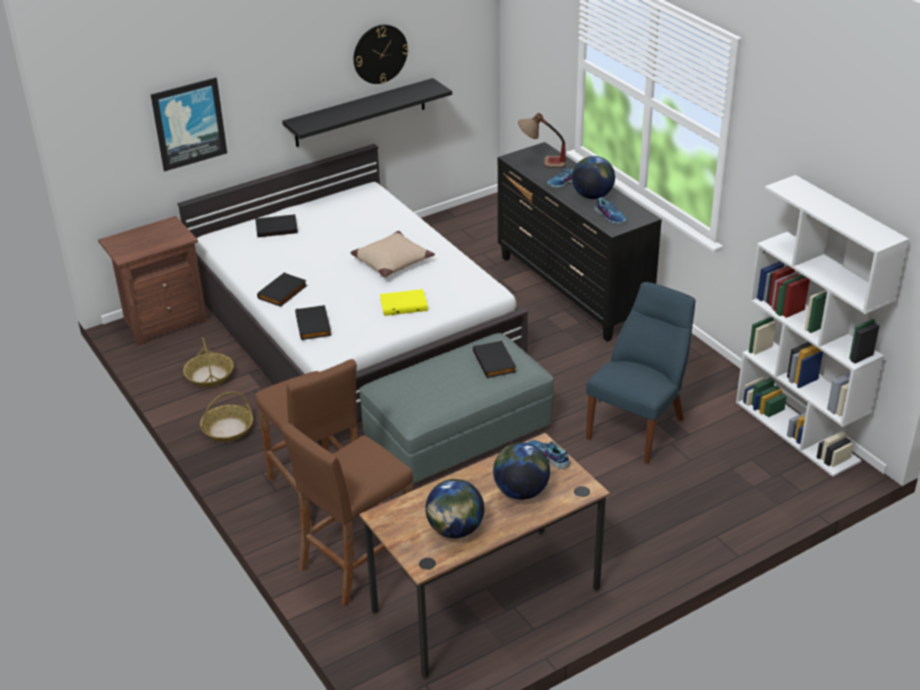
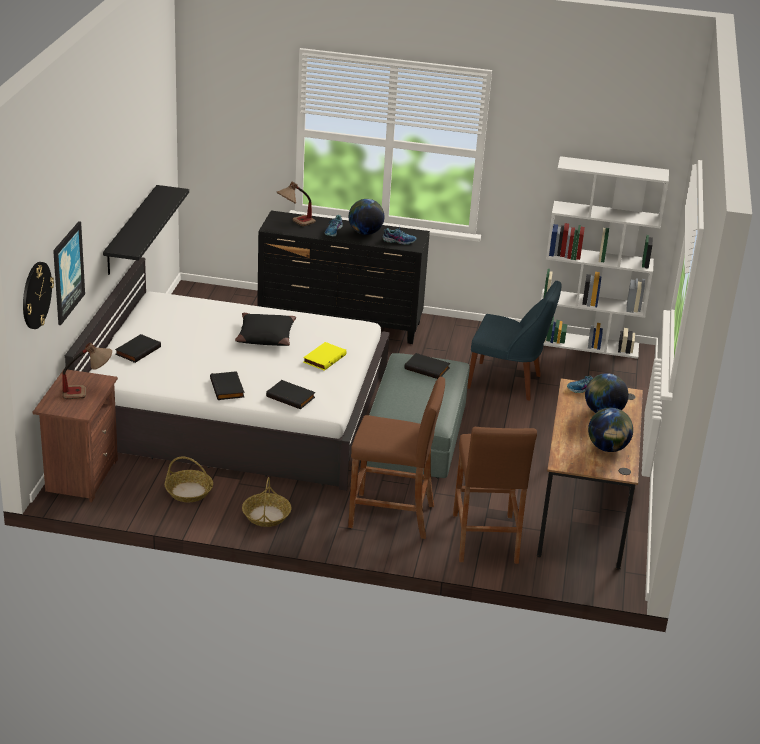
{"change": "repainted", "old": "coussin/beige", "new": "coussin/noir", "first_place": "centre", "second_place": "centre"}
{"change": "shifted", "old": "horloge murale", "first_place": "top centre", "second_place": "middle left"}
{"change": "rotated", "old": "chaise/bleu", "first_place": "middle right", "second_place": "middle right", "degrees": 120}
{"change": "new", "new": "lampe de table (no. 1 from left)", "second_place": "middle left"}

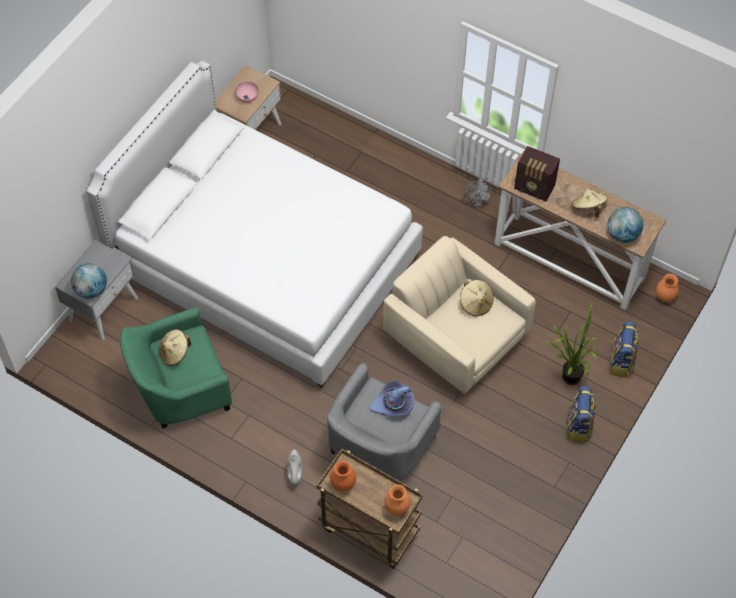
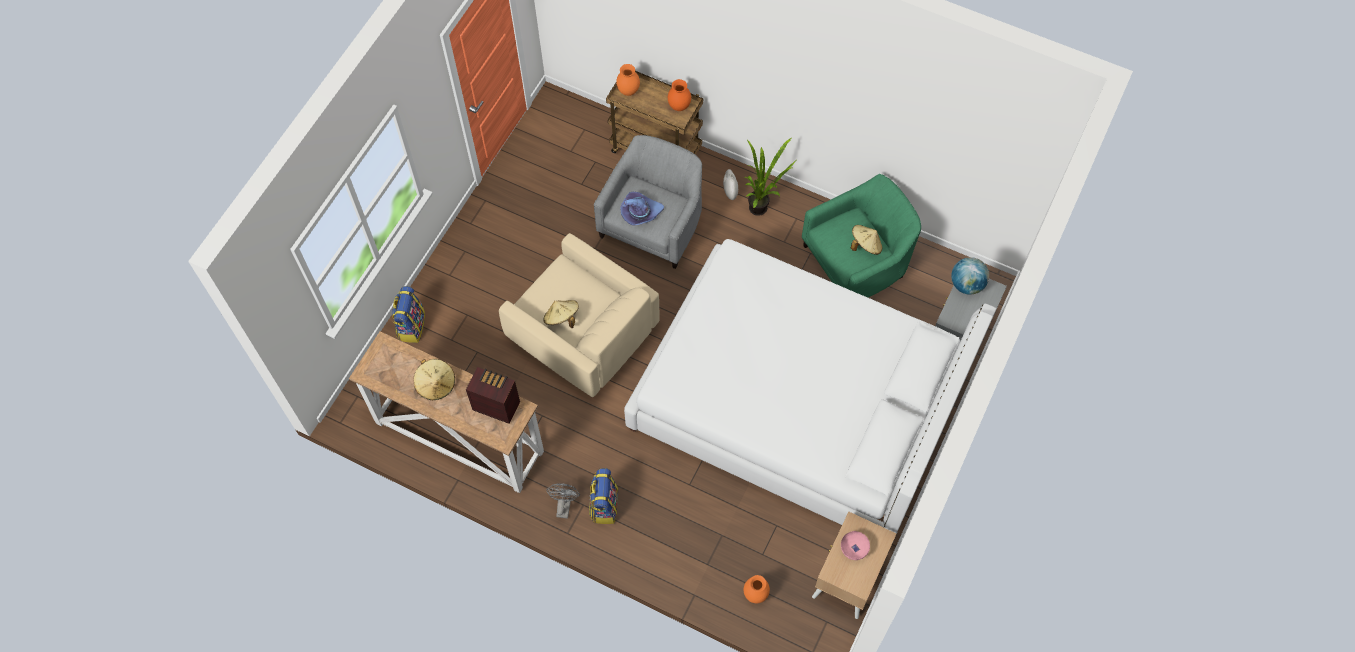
{"change": "shifted", "old": "plante en pot", "first_place": "middle right", "second_place": "top centre"}
{"change": "shifted", "old": "sac à dos (no. 1 from left in the first image)", "new": "sac à dos (no. 2 from left)", "first_place": "bottom right", "second_place": "bottom centre"}
{"change": "gone", "old": "globe (no. 2 from left)", "first_place": "middle right"}
{"change": "shifted", "old": "vase/orange (no. 3 from left)", "first_place": "middle right", "second_place": "bottom centre"}

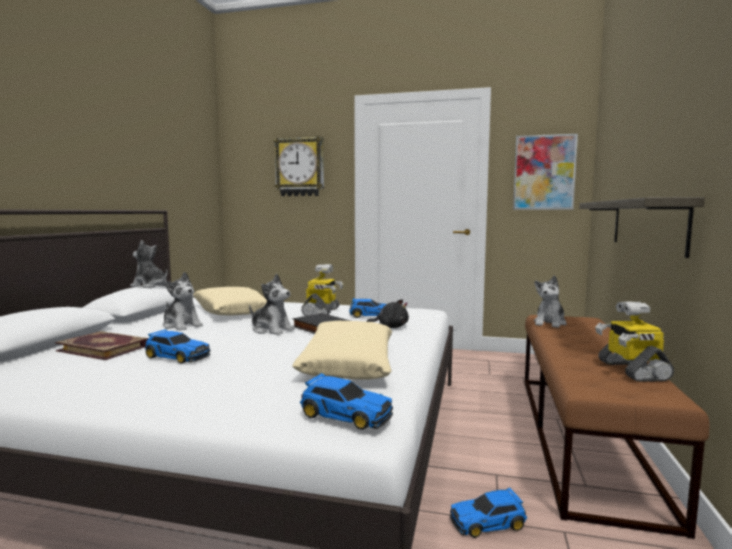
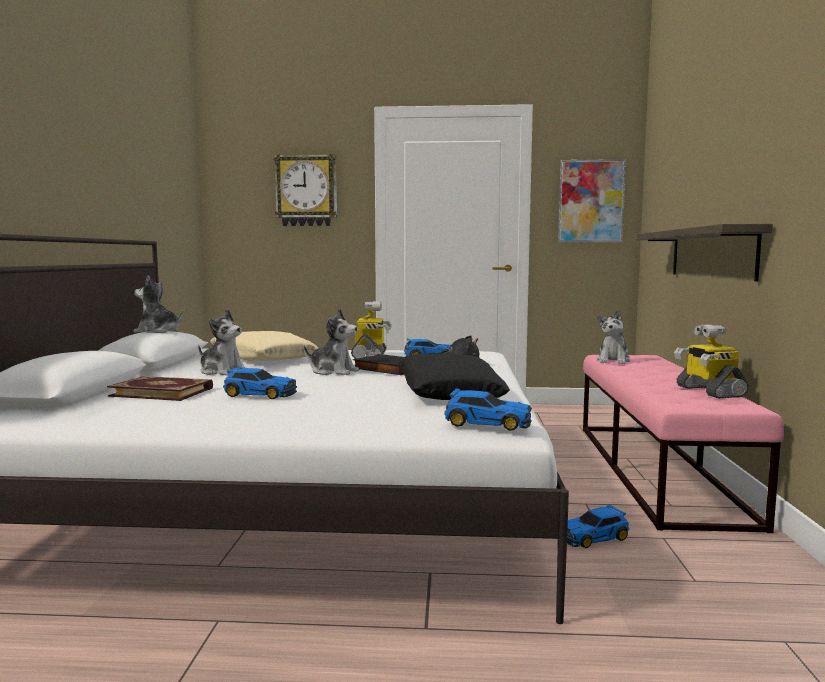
{"change": "repainted", "old": "coussin/beige (no. 2 from left)", "new": "coussin/noir", "first_place": "centre", "second_place": "centre"}
{"change": "repainted", "old": "banc/marron", "new": "banc/rose", "first_place": "bottom right", "second_place": "middle right"}

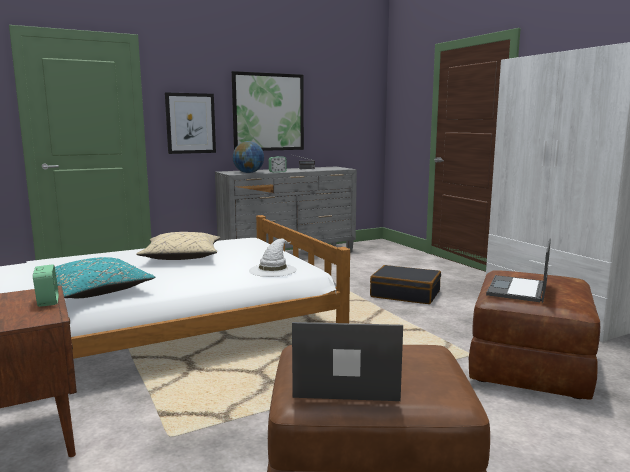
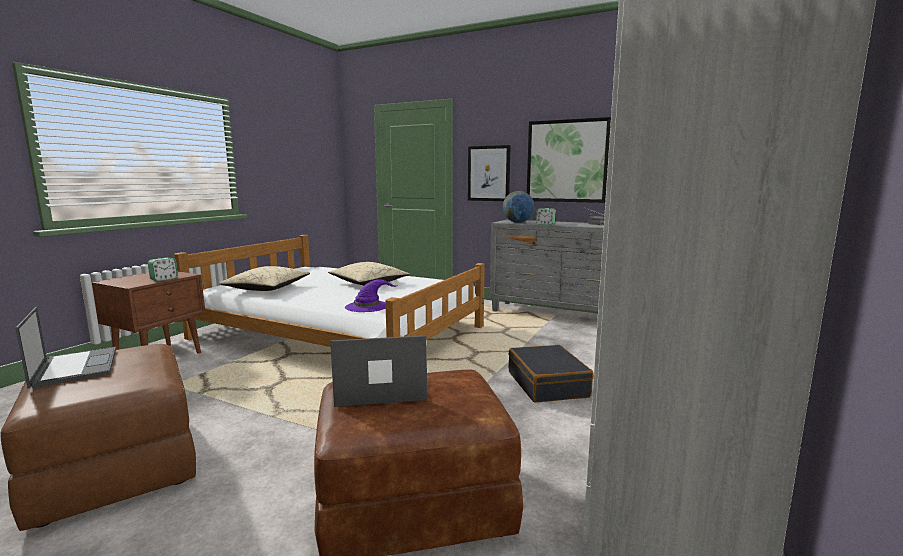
{"change": "repainted", "old": "coussin/turquoise", "new": "coussin/beige (no. 1 from left)", "first_place": "middle left", "second_place": "middle left"}
{"change": "repainted", "old": "chapeau/blanc", "new": "chapeau/violet", "first_place": "centre", "second_place": "centre"}

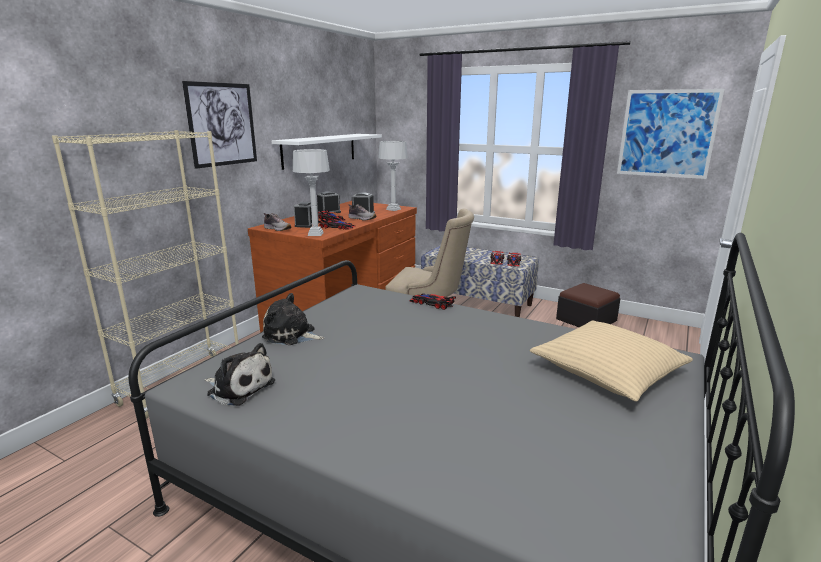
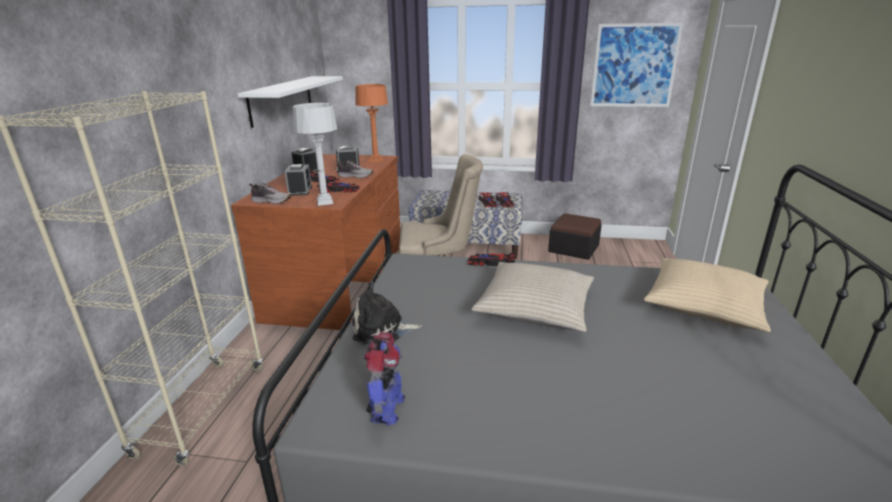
{"change": "gone", "old": "tableau (no. 1 from left)", "first_place": "top left"}
{"change": "swapped", "old": "peluche (no. 1 from left)", "new": "robot jouet", "first_place": "middle left", "second_place": "bottom centre"}
{"change": "repainted", "old": "lampe de table/gris (no. 2 from left)", "new": "lampe de table/orange", "first_place": "top centre", "second_place": "top centre"}
{"change": "new", "new": "coussin/beige (no. 1 from left)", "second_place": "centre"}

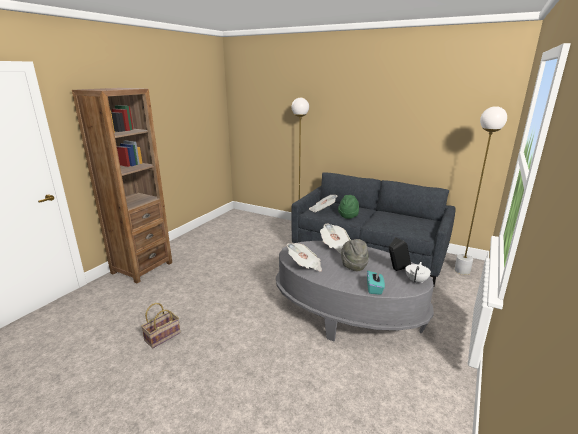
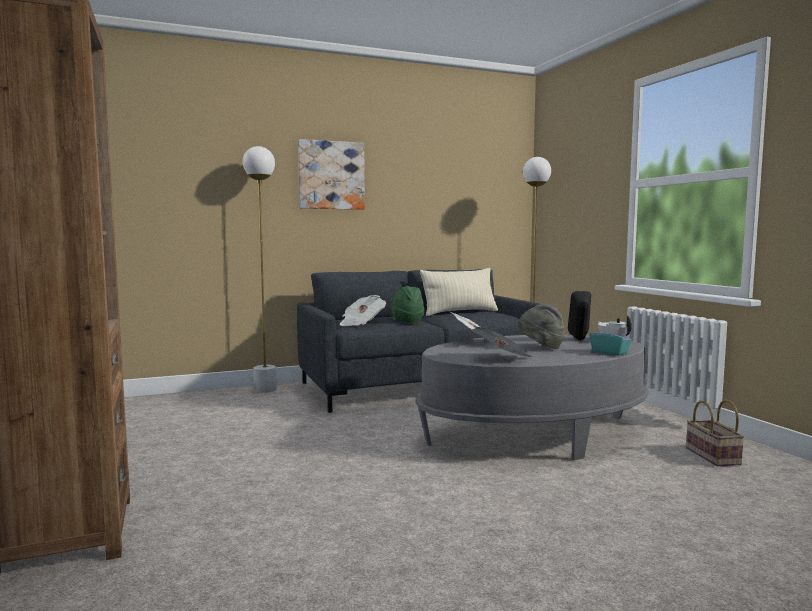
{"change": "shifted", "old": "panier", "first_place": "bottom left", "second_place": "bottom right"}
{"change": "new", "new": "tableau", "second_place": "top centre"}
{"change": "new", "new": "coussin/beige", "second_place": "centre"}

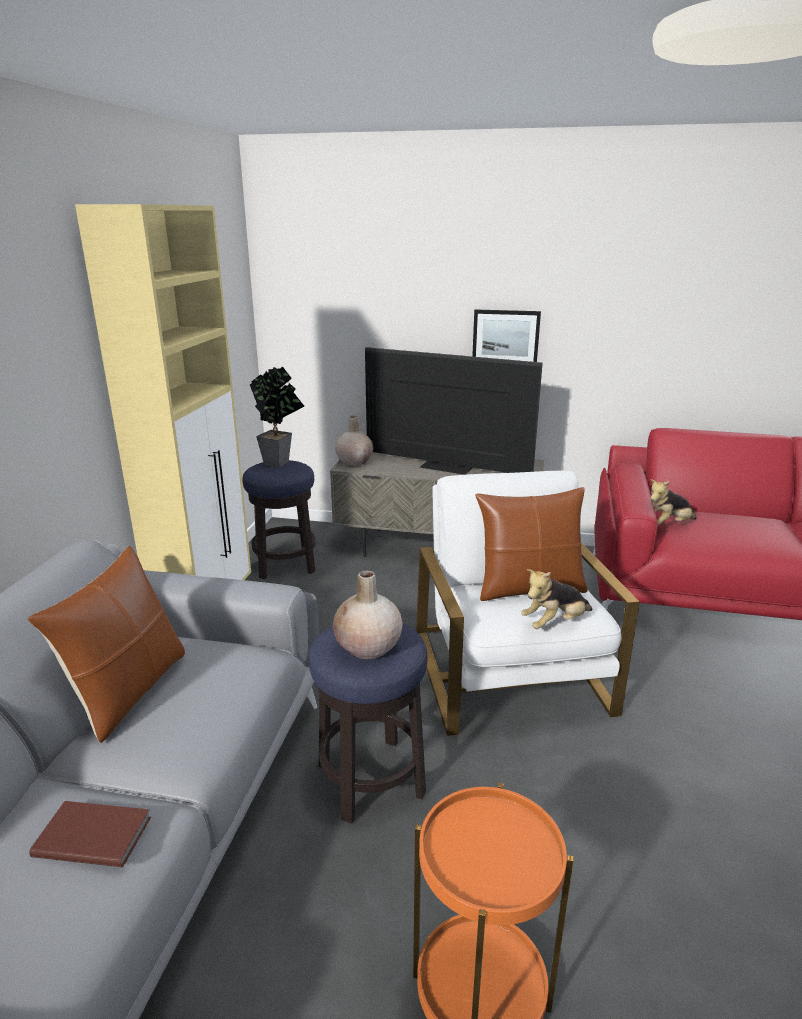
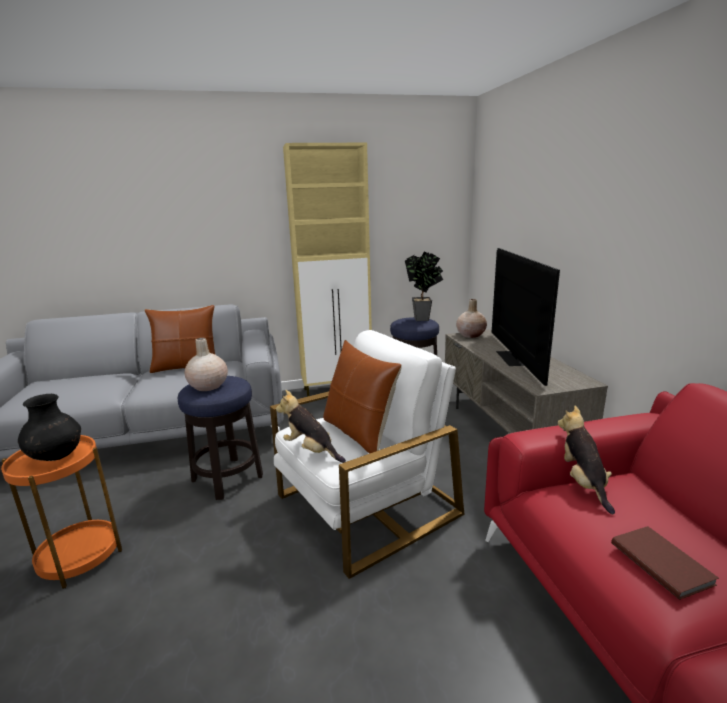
{"change": "shifted", "old": "livre/marron", "first_place": "bottom left", "second_place": "bottom right"}
{"change": "gone", "old": "tableau", "first_place": "top centre"}
{"change": "rotated", "old": "peluche (no. 2 from left)", "first_place": "middle right", "second_place": "middle right", "degrees": 45}
{"change": "new", "new": "vase/noir", "second_place": "middle left"}

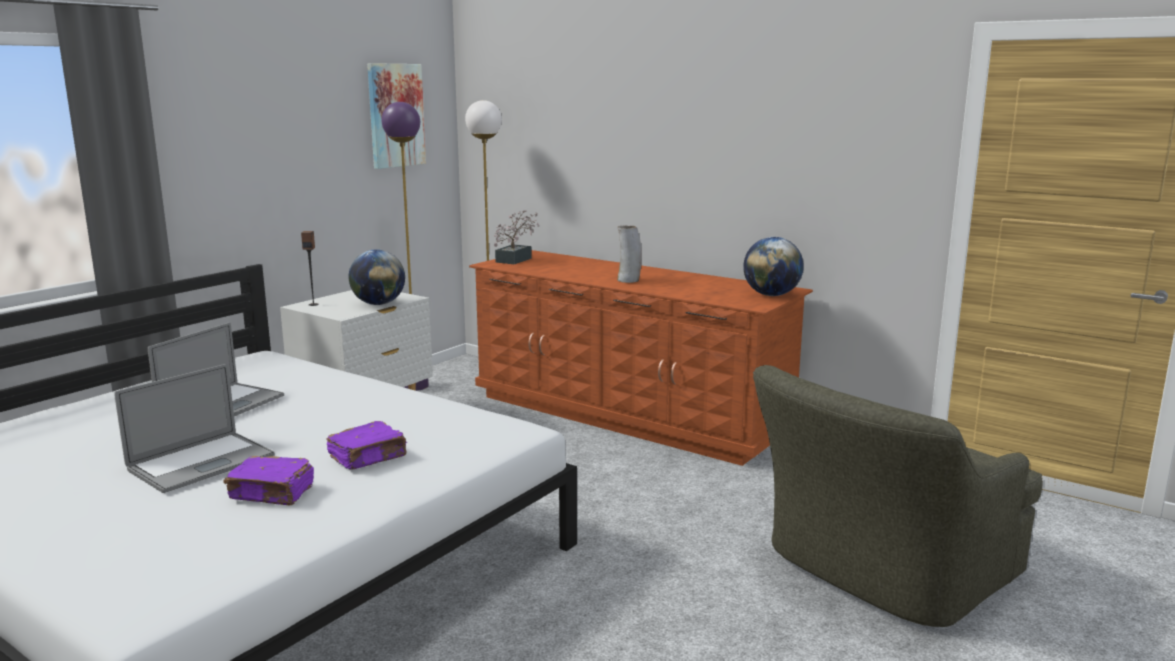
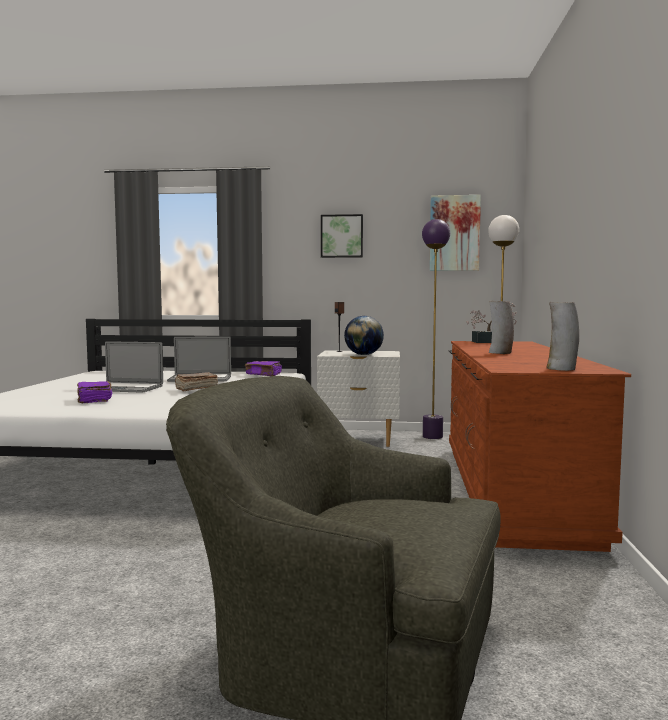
{"change": "shifted", "old": "livre/violet (no. 2 from left)", "first_place": "bottom left", "second_place": "centre"}
{"change": "swapped", "old": "globe (no. 2 from left)", "new": "vase (no. 2 from left)", "first_place": "centre", "second_place": "middle right"}
{"change": "new", "new": "livre/marron", "second_place": "middle left"}
{"change": "new", "new": "tableau (no. 1 from left)", "second_place": "top centre"}

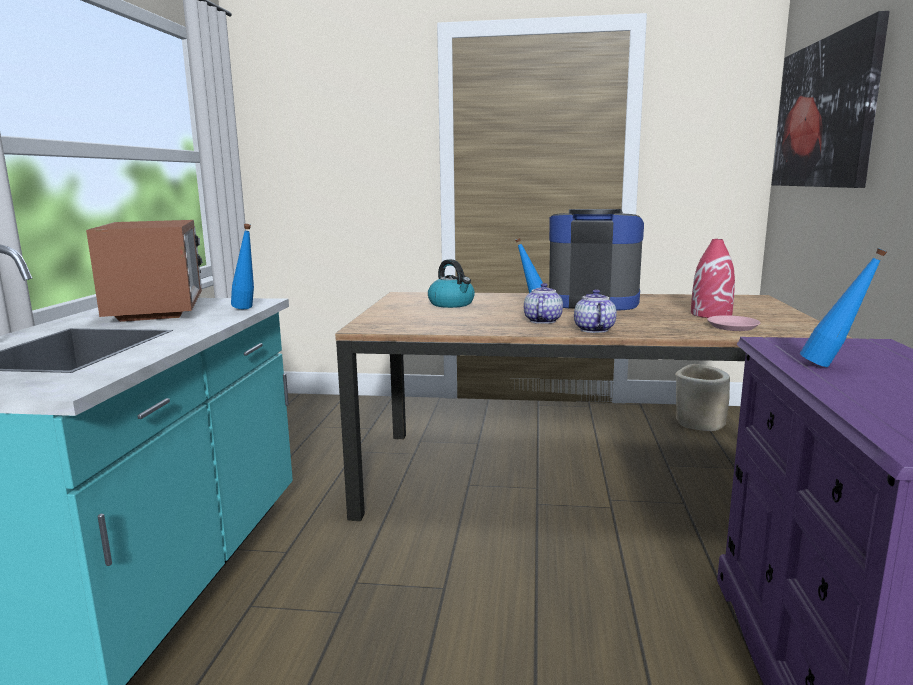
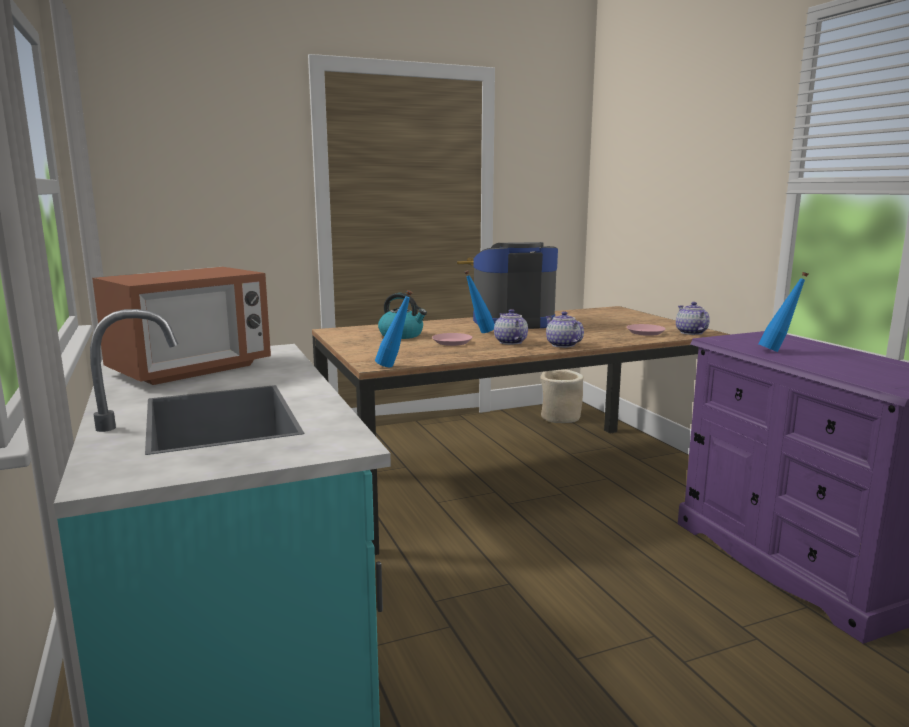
{"change": "rotated", "old": "micro-ondes", "first_place": "middle left", "second_place": "middle left", "degrees": 90}
{"change": "shifted", "old": "bouteille/bleu (no. 1 from left)", "first_place": "middle left", "second_place": "centre"}
{"change": "gone", "old": "vase/rouge", "first_place": "middle right"}
{"change": "gone", "old": "tableau", "first_place": "top right"}
{"change": "new", "new": "assiette/rose (no. 1 from left)", "second_place": "centre"}
{"change": "new", "new": "théière (no. 3 from left)", "second_place": "middle right"}

